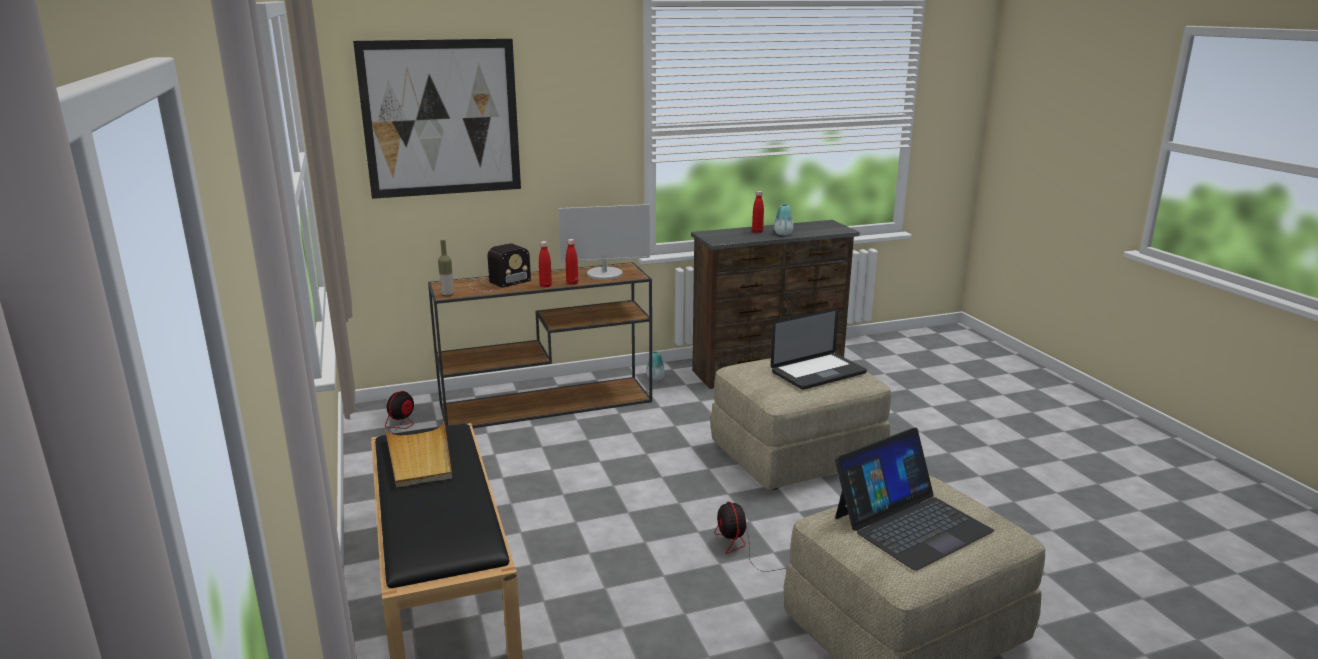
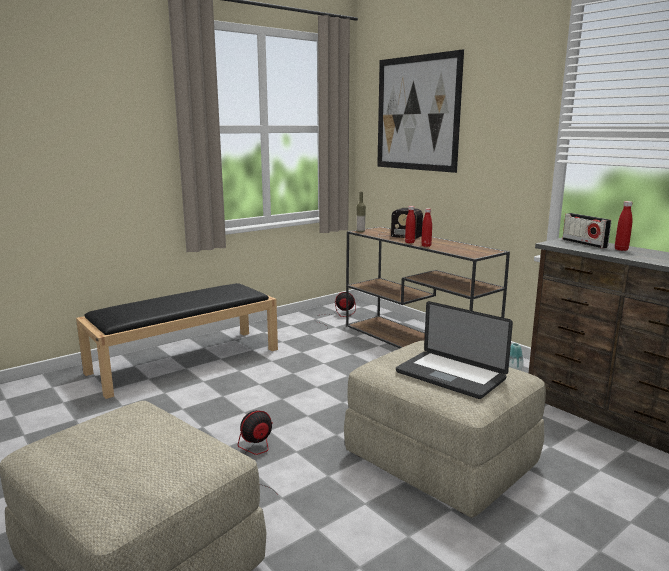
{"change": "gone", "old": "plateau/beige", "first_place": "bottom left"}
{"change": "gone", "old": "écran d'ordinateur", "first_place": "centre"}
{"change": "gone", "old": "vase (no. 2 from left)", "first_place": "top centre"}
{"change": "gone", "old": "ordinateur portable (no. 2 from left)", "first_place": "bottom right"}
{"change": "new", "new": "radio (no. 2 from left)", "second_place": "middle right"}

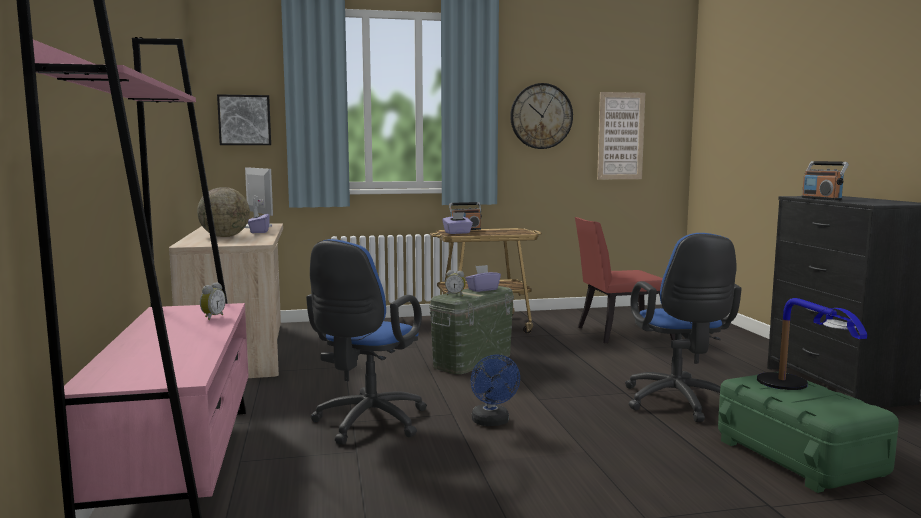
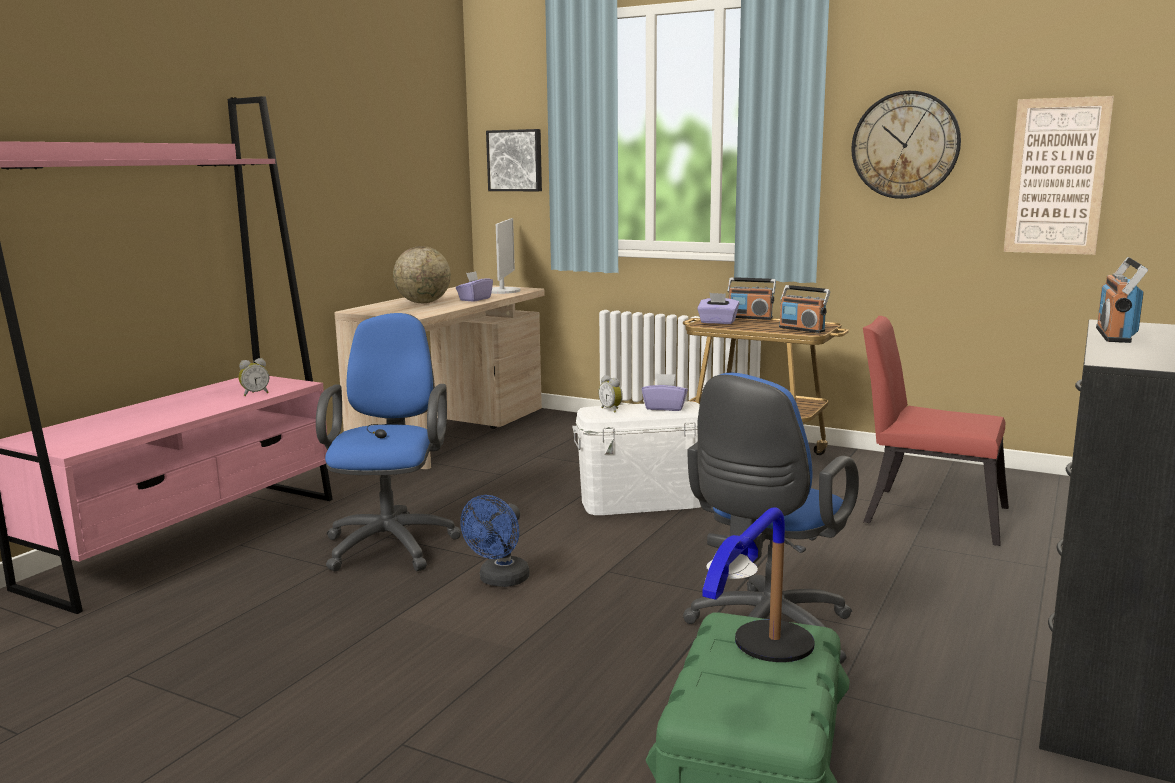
{"change": "rotated", "old": "chaise de bureau/bleu (no. 1 from left)", "first_place": "centre", "second_place": "middle left", "degrees": 120}
{"change": "repainted", "old": "boîte de rangement/vert (no. 1 from left)", "new": "boîte de rangement/blanc", "first_place": "centre", "second_place": "centre"}
{"change": "new", "new": "radio (no. 2 from left)", "second_place": "middle right"}

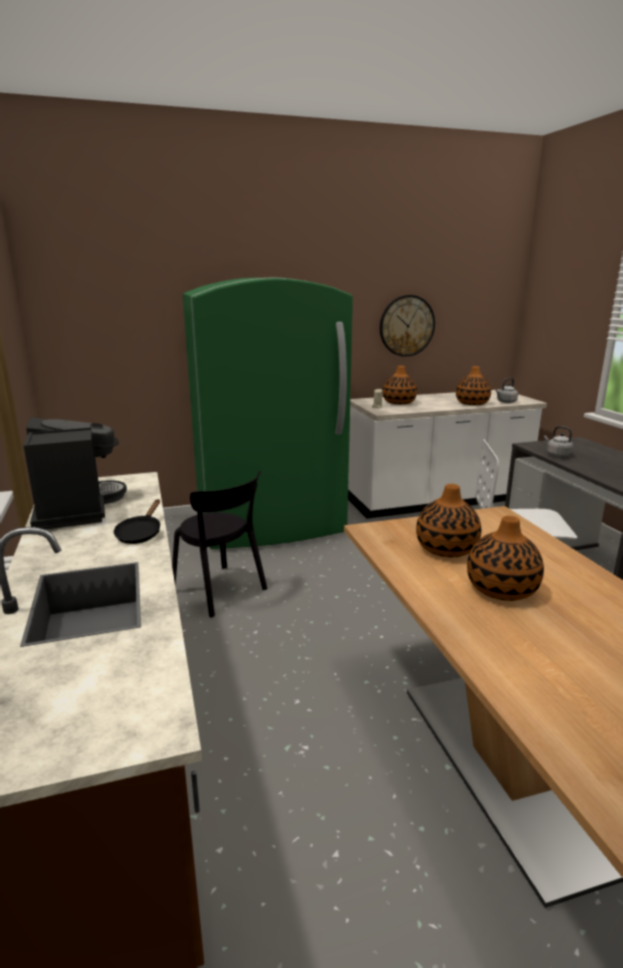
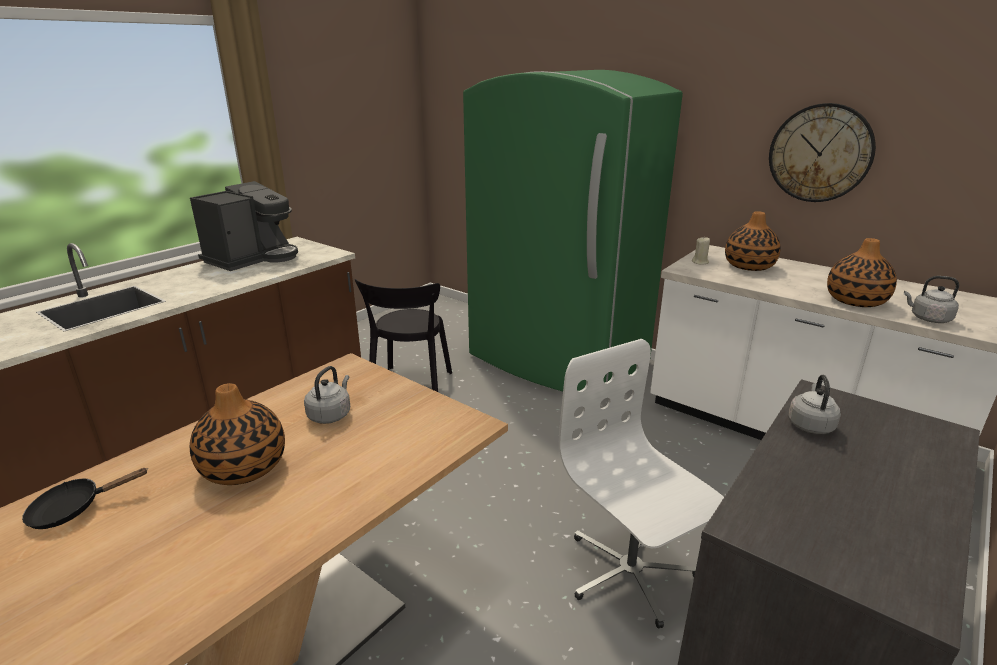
{"change": "shifted", "old": "poêle/noir", "first_place": "middle left", "second_place": "bottom left"}
{"change": "swapped", "old": "vase (no. 2 from left)", "new": "bouilloire/gris (no. 1 from left)", "first_place": "middle right", "second_place": "middle left"}

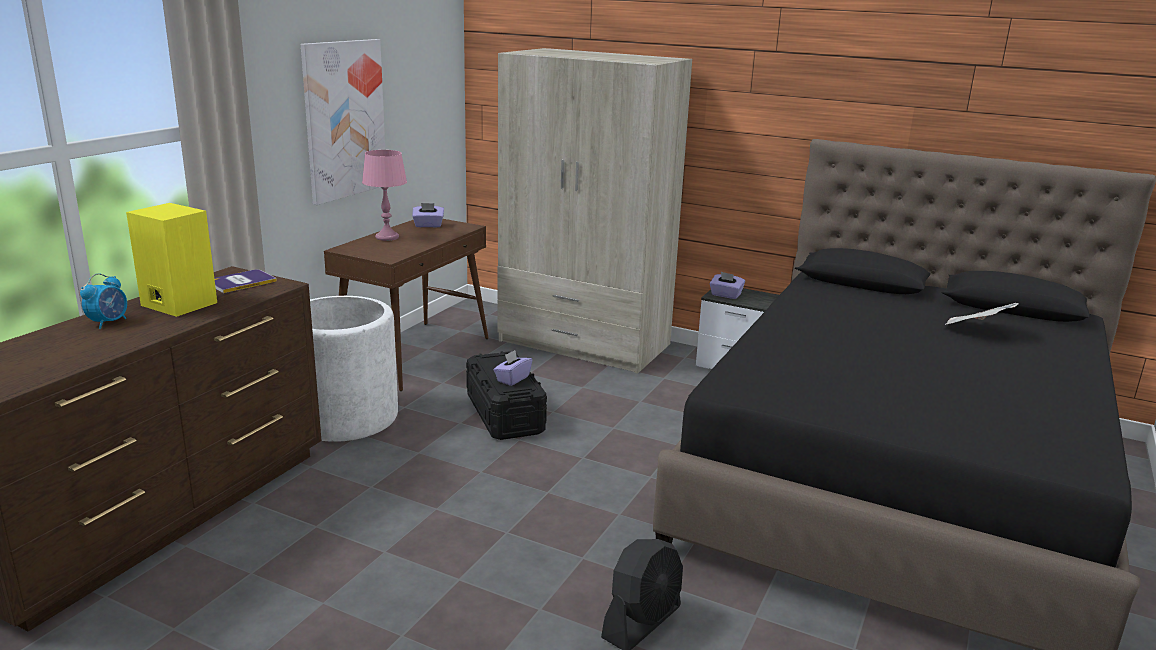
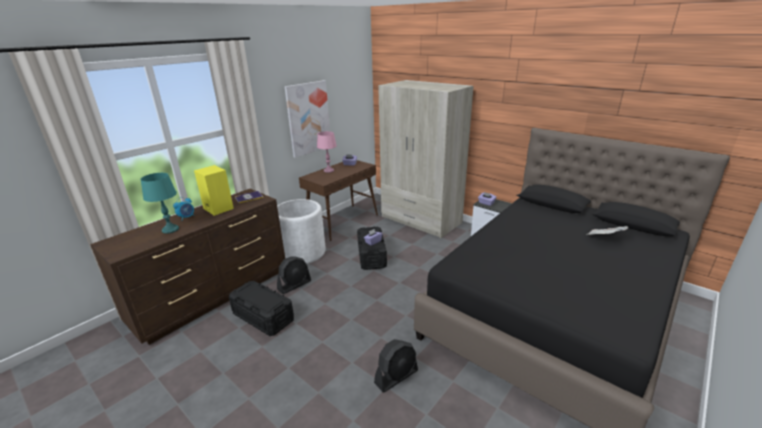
{"change": "new", "new": "lampe de table/turquoise", "second_place": "middle left"}
{"change": "new", "new": "boîte de rangement/noir (no. 1 from left)", "second_place": "bottom centre"}
{"change": "new", "new": "ventilateur/noir (no. 1 from left)", "second_place": "centre"}

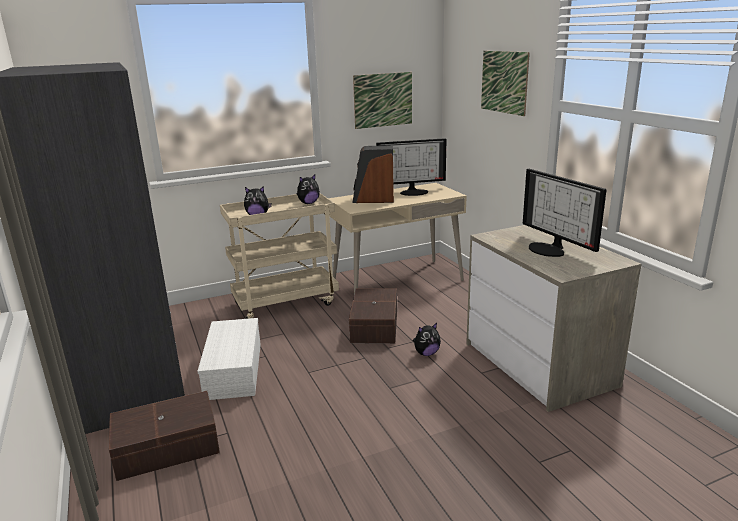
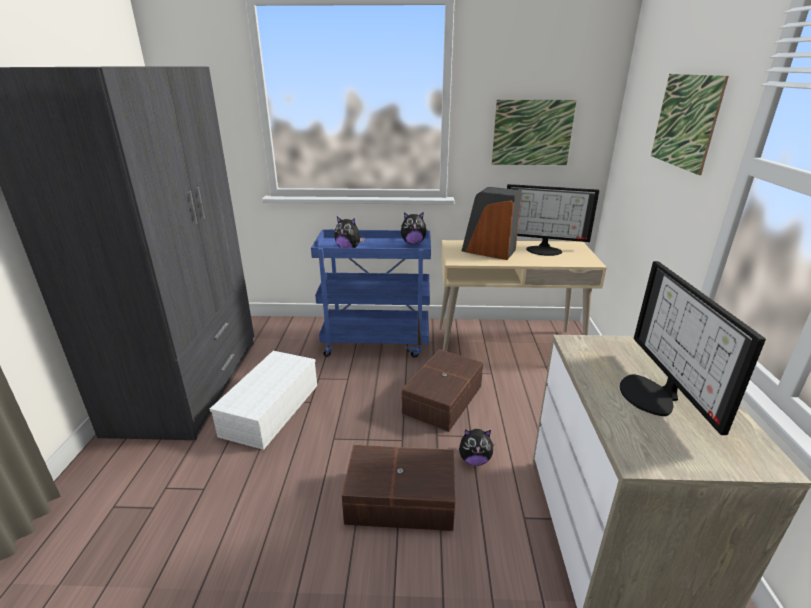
{"change": "shifted", "old": "boîte de rangement/marron (no. 1 from left)", "first_place": "bottom left", "second_place": "bottom centre"}
{"change": "repainted", "old": "chariot/beige", "new": "chariot/bleu", "first_place": "centre", "second_place": "centre"}

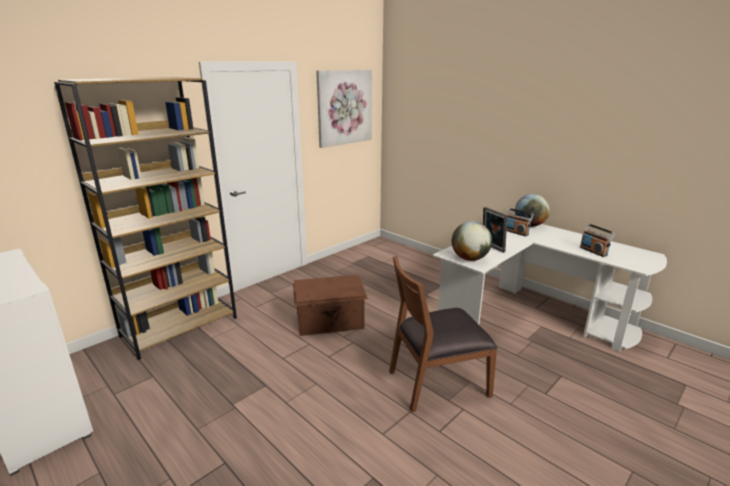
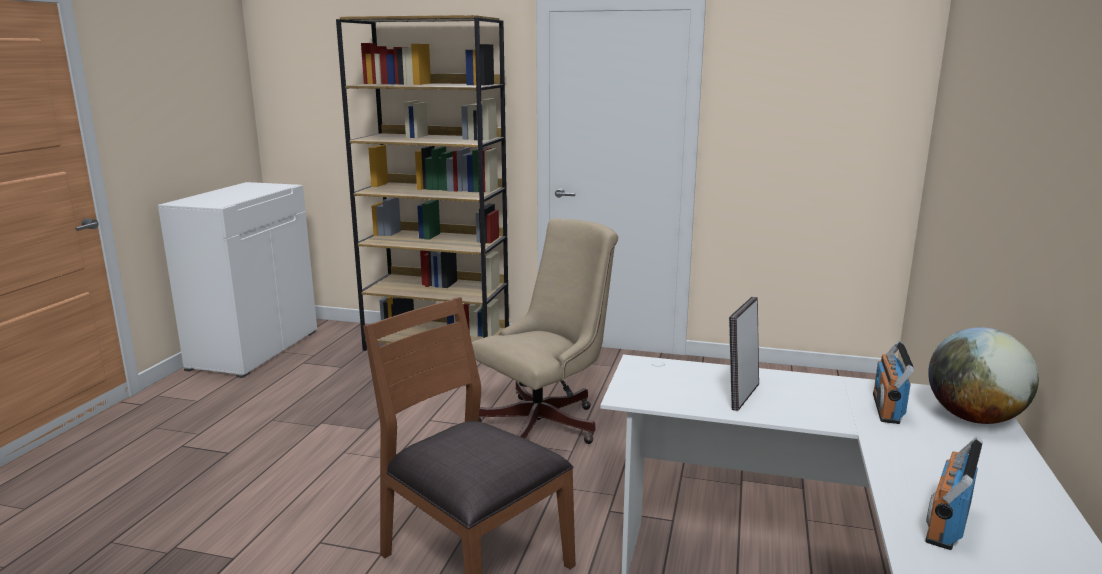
{"change": "swapped", "old": "boîte de rangement/marron", "new": "chaise de bureau/beige", "first_place": "centre", "second_place": "centre"}
{"change": "gone", "old": "tableau", "first_place": "top centre"}
{"change": "gone", "old": "globe (no. 1 from left)", "first_place": "centre"}

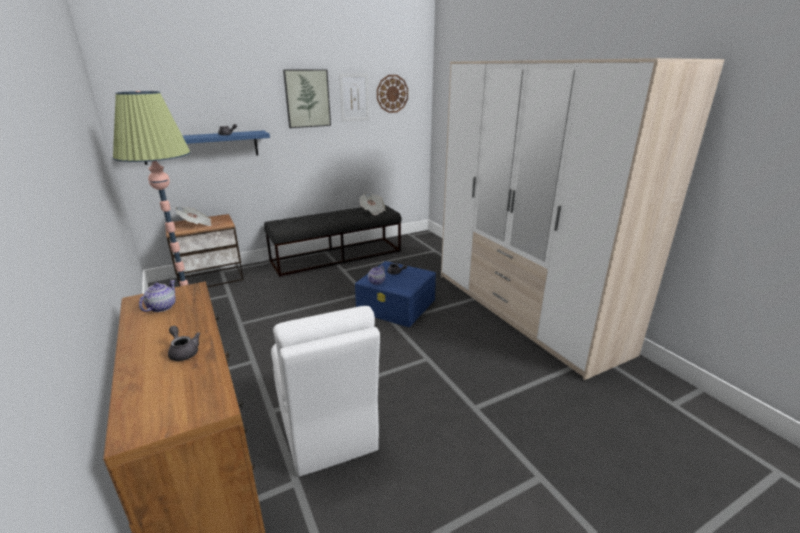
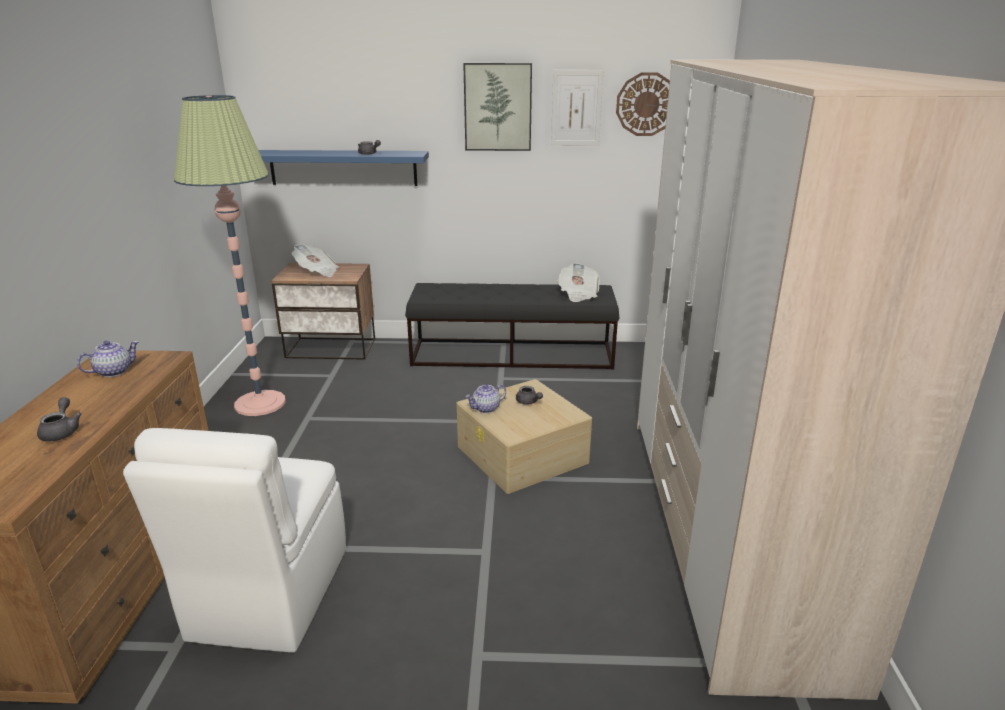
{"change": "repainted", "old": "boîte de rangement/bleu", "new": "boîte de rangement/beige", "first_place": "centre", "second_place": "centre"}

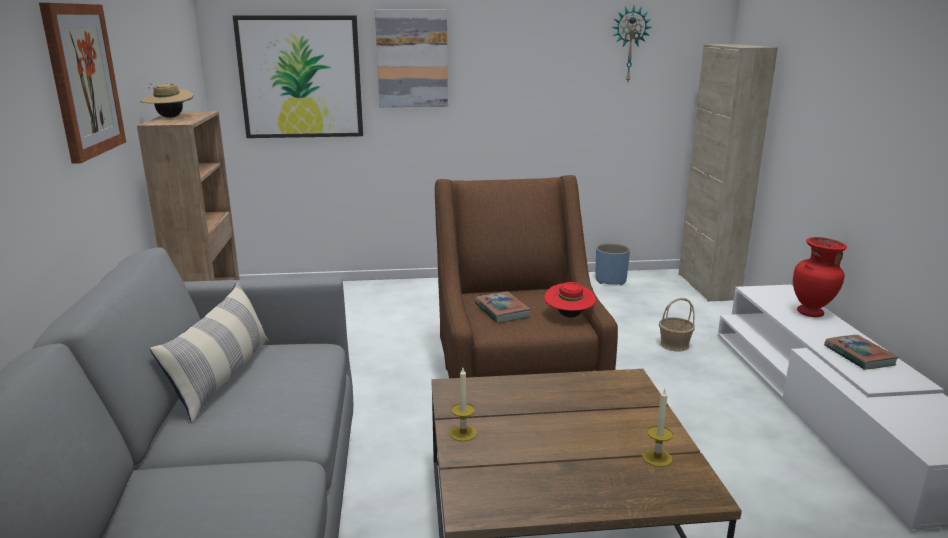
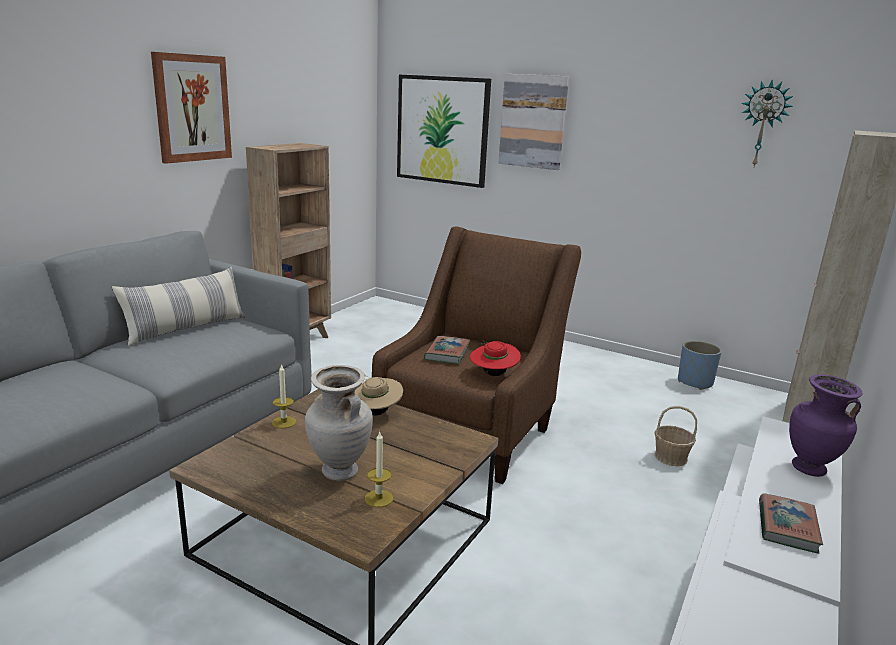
{"change": "shifted", "old": "chapeau/beige", "first_place": "top left", "second_place": "centre"}
{"change": "repainted", "old": "vase/rouge", "new": "vase/violet", "first_place": "middle right", "second_place": "middle right"}
{"change": "new", "new": "vase/beige", "second_place": "centre"}

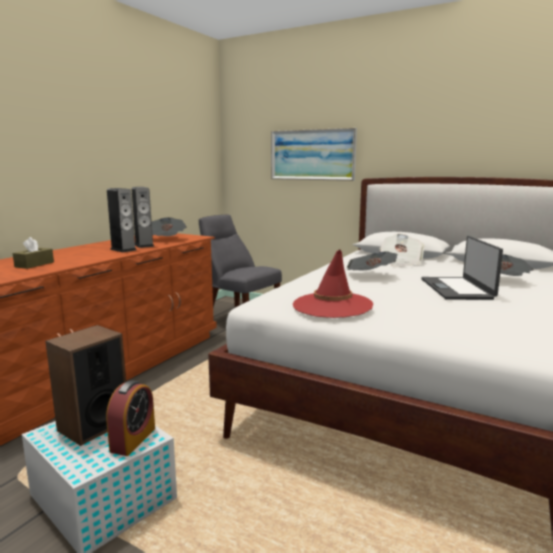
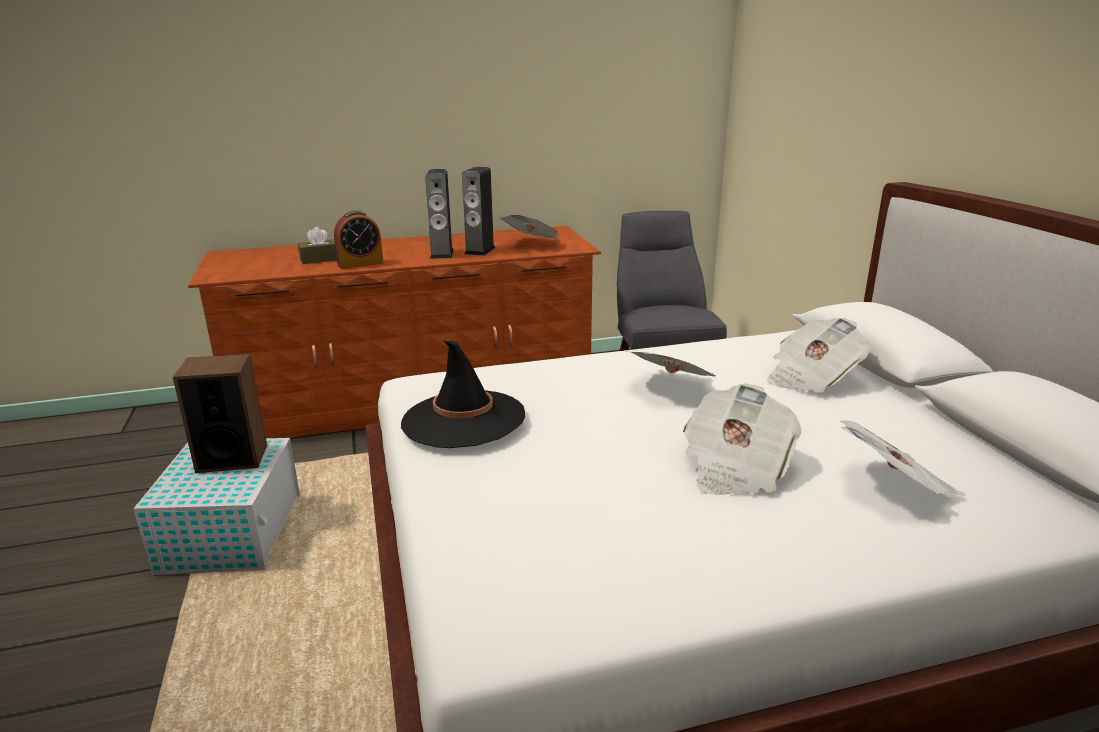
{"change": "shifted", "old": "réveil", "first_place": "bottom left", "second_place": "top left"}
{"change": "gone", "old": "tableau", "first_place": "top centre"}
{"change": "repainted", "old": "chapeau/rouge", "new": "chapeau/noir", "first_place": "centre", "second_place": "centre"}
{"change": "swapped", "old": "ordinateur portable", "new": "journal (no. 3 from left)", "first_place": "middle right", "second_place": "middle right"}

